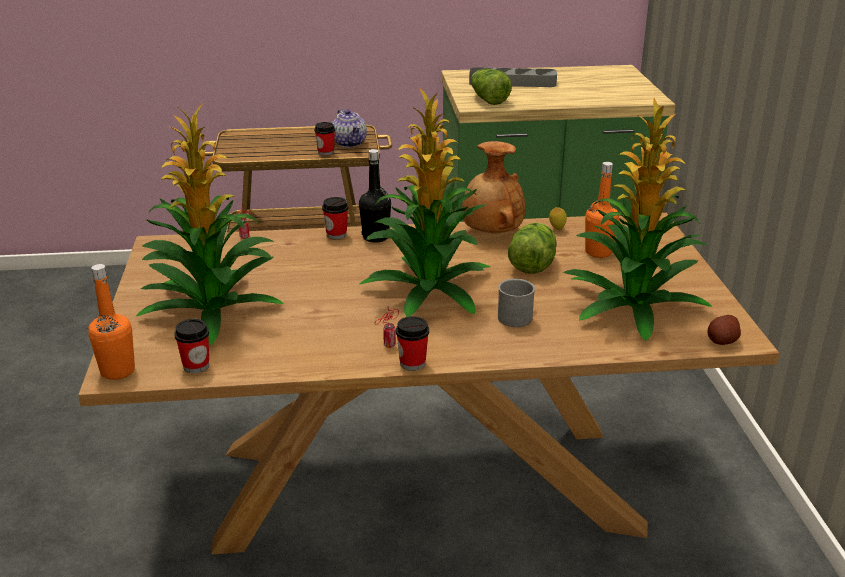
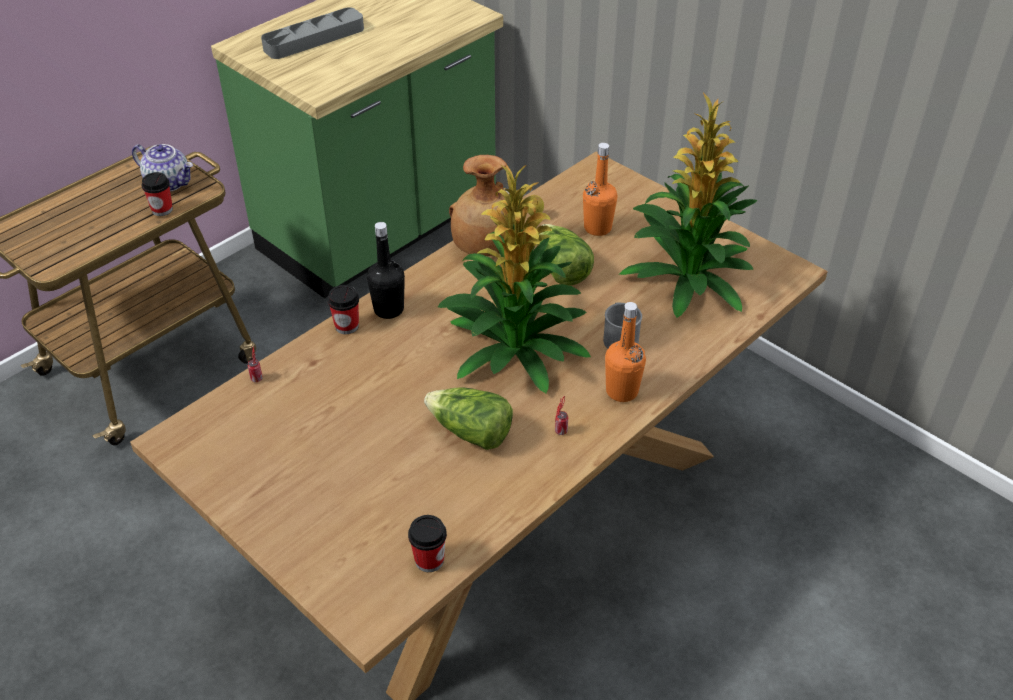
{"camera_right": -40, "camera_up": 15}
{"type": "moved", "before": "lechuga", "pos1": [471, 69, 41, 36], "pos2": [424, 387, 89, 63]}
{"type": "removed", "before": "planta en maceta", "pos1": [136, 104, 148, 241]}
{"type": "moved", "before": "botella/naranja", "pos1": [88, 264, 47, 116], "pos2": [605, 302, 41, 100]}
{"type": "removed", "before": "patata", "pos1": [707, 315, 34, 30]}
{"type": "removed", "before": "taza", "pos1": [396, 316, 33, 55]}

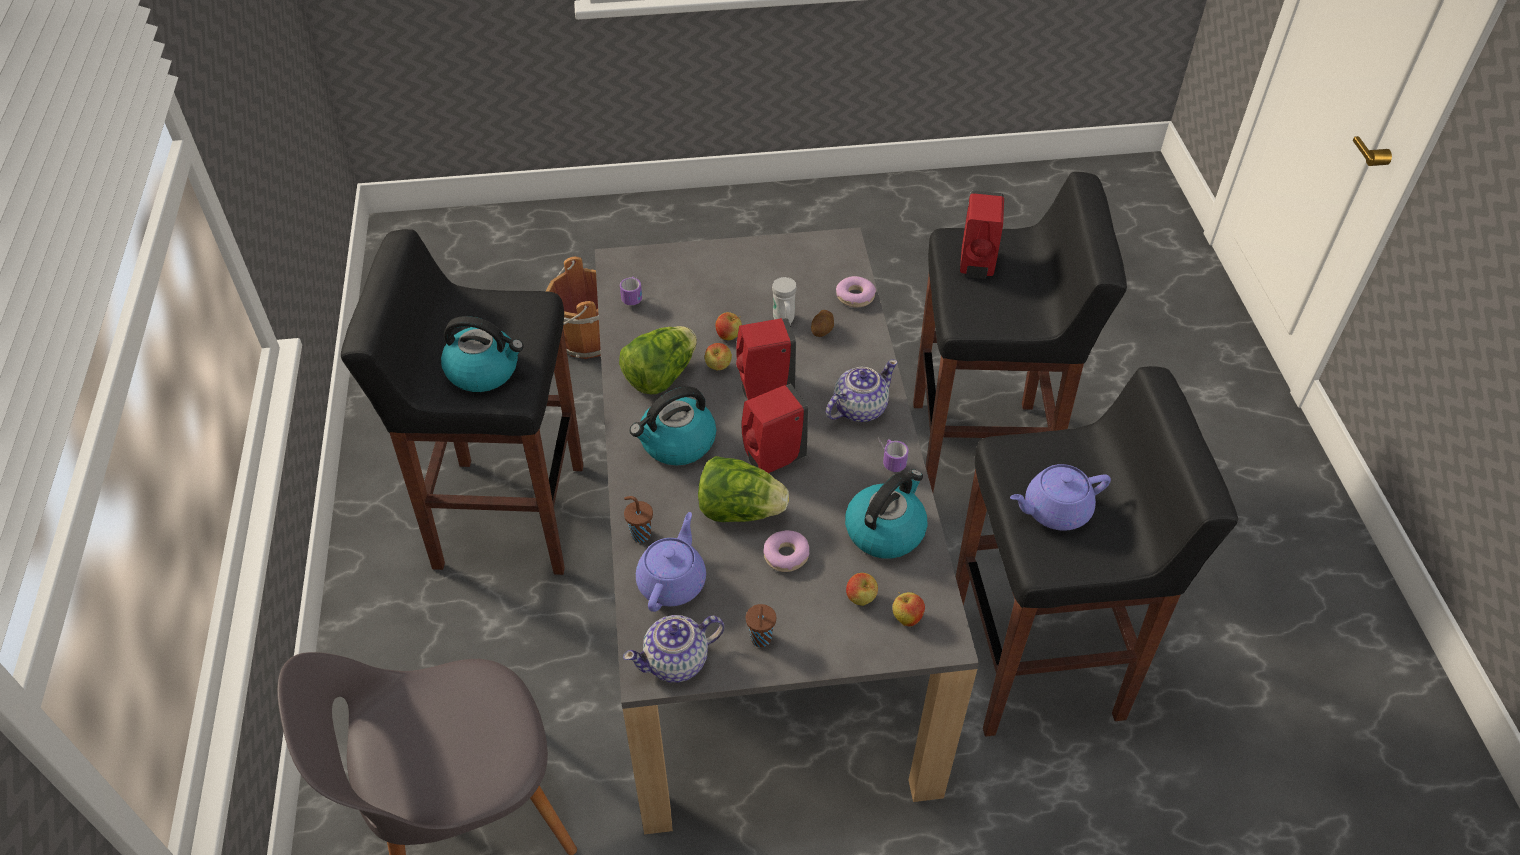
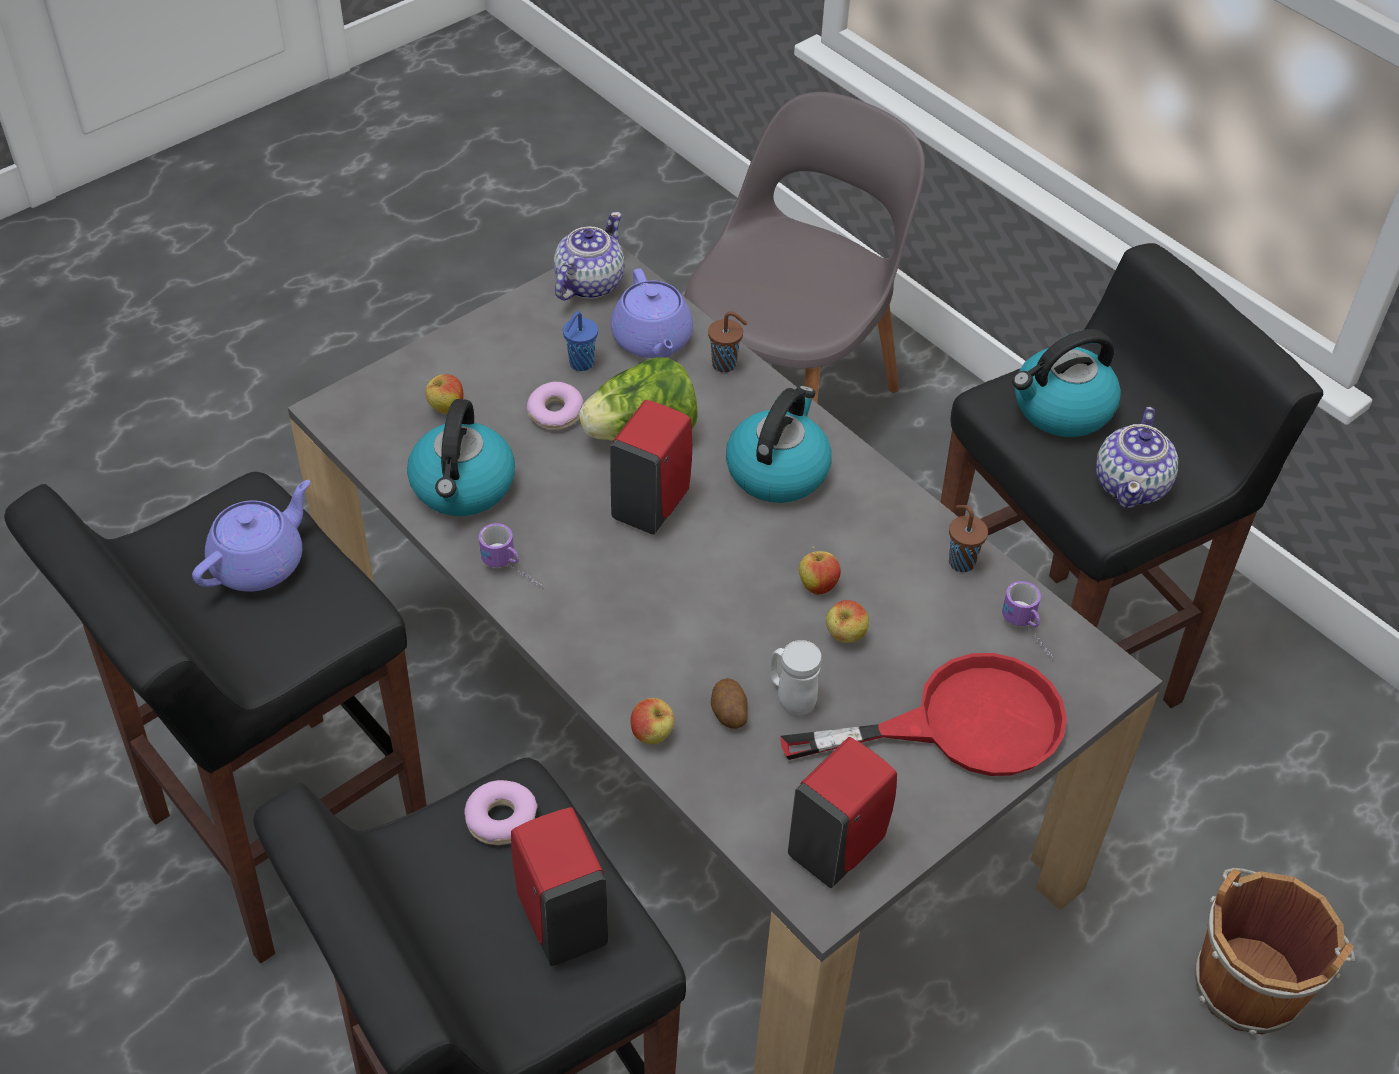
{"camera_right": 145, "camera_up": 0}
{"type": "moved", "before": "rosquilla", "pos1": [836, 276, 40, 31], "pos2": [464, 780, 74, 65]}
{"type": "moved", "before": "dispensador de jabón/rojo", "pos1": [736, 318, 60, 82], "pos2": [788, 737, 109, 151]}
{"type": "removed", "before": "lechuga", "pos1": [619, 326, 78, 68]}
{"type": "moved", "before": "tetera", "pos1": [826, 359, 72, 63], "pos2": [1096, 407, 82, 101]}
{"type": "moved", "before": "manzana", "pos1": [892, 592, 33, 35], "pos2": [630, 698, 44, 46]}
{"type": "moved", "before": "taza/marrón", "pos1": [746, 604, 30, 43], "pos2": [949, 505, 39, 67]}
{"type": "added", "after": "taza/azul", "pos2": [563, 311, 35, 60]}
{"type": "added", "after": "sartén/rojo", "pos2": [780, 653, 287, 123]}

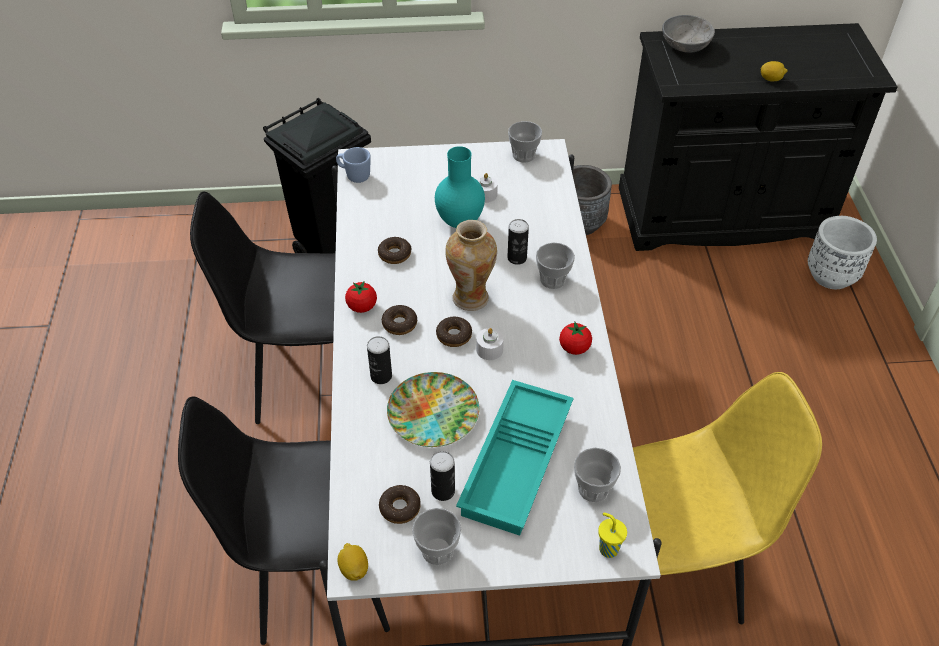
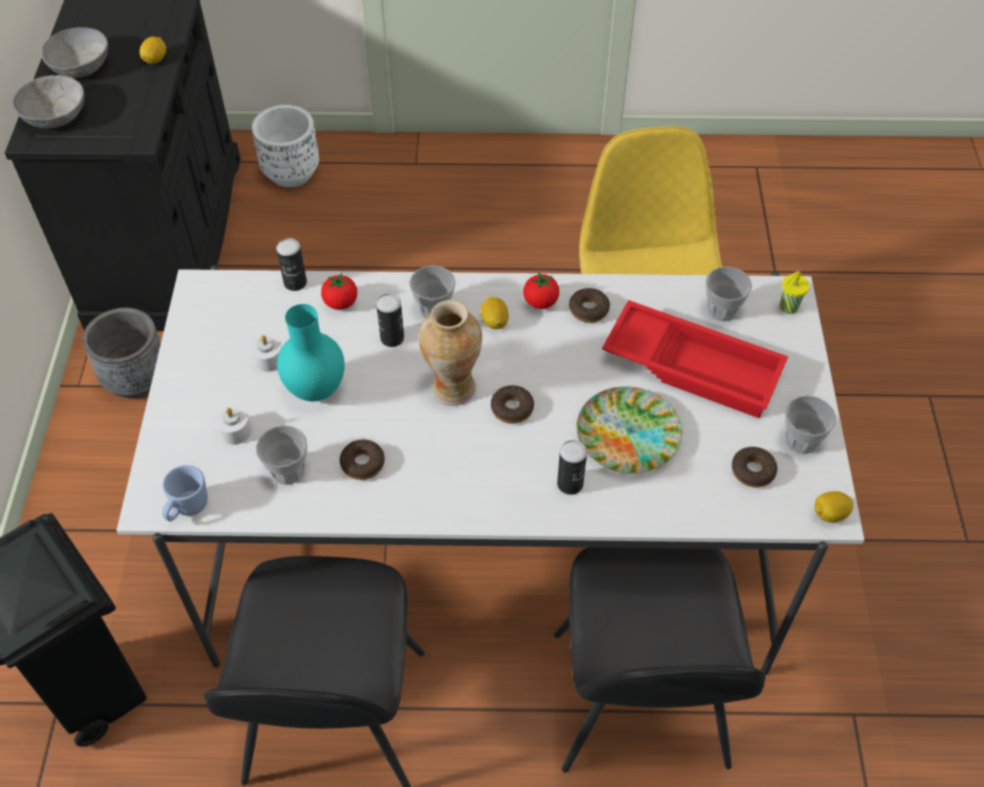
{"camera_right": -85, "camera_up": 5}
{"type": "moved", "before": "taza", "pos1": [508, 121, 34, 42], "pos2": [256, 425, 51, 60]}
{"type": "moved", "before": "tomate", "pos1": [345, 281, 32, 32], "pos2": [321, 273, 36, 37]}
{"type": "moved", "before": "rosquilla", "pos1": [382, 305, 35, 30], "pos2": [569, 288, 41, 35]}
{"type": "moved", "before": "vela/blanco", "pos1": [476, 328, 28, 32], "pos2": [215, 406, 37, 39]}
{"type": "recoloured", "before": "bandeja/turquesa", "after": "bandeja/rojo", "pos1": [456, 380, 118, 156], "pos2": [602, 300, 186, 118]}
{"type": "moved", "before": "lata", "pos1": [430, 451, 25, 50], "pos2": [276, 238, 31, 53]}
{"type": "added", "after": "cuenco/gris", "pos2": [41, 27, 67, 51]}
{"type": "added", "after": "limón", "pos2": [481, 296, 28, 33]}

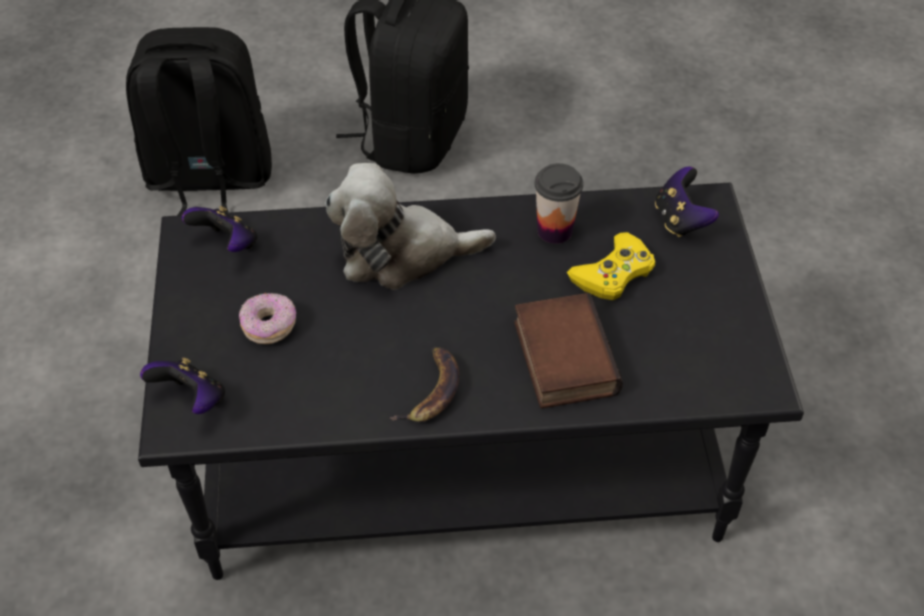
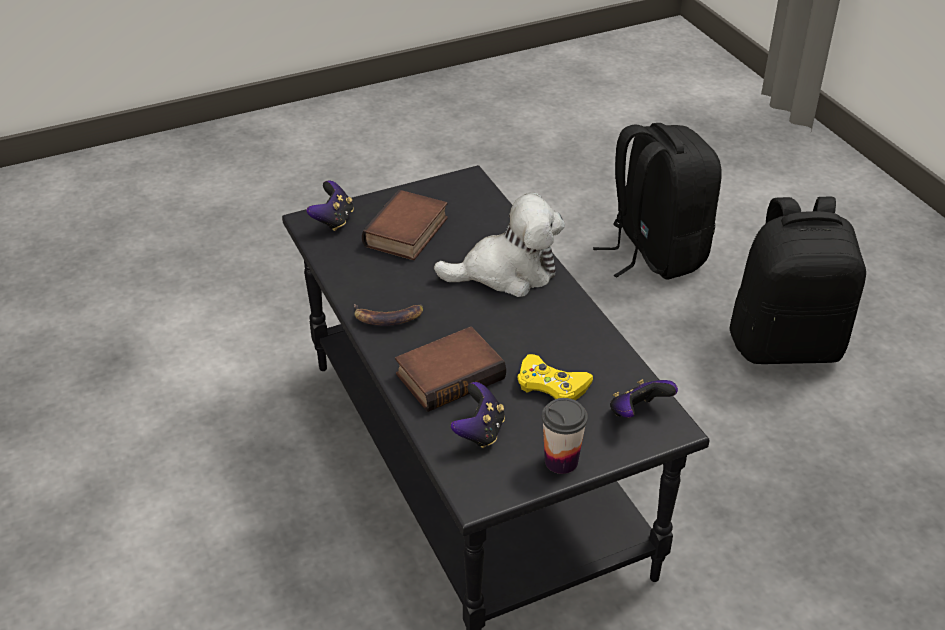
{"camera_right": 70, "camera_up": -10}
{"type": "turned", "before": "peluche", "pos1": [325, 163, 171, 127], "pos2": [434, 192, 131, 105], "turn": 105}
{"type": "moved", "before": "taza", "pos1": [534, 163, 49, 81], "pos2": [542, 398, 46, 76]}
{"type": "moved", "before": "mando de consola", "pos1": [182, 206, 75, 46], "pos2": [451, 382, 54, 66]}
{"type": "replaced", "before": "rosquilla", "after": "libro", "pos1": [239, 293, 57, 51], "pos2": [362, 190, 86, 70]}

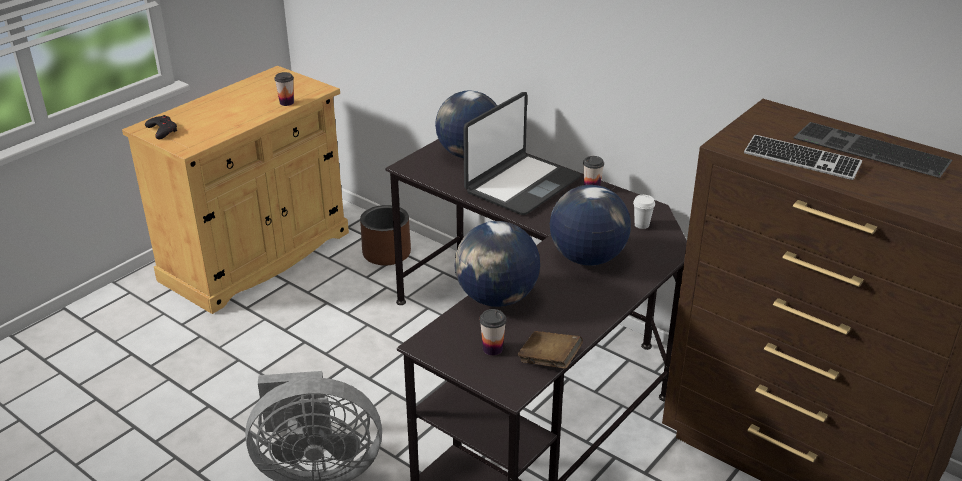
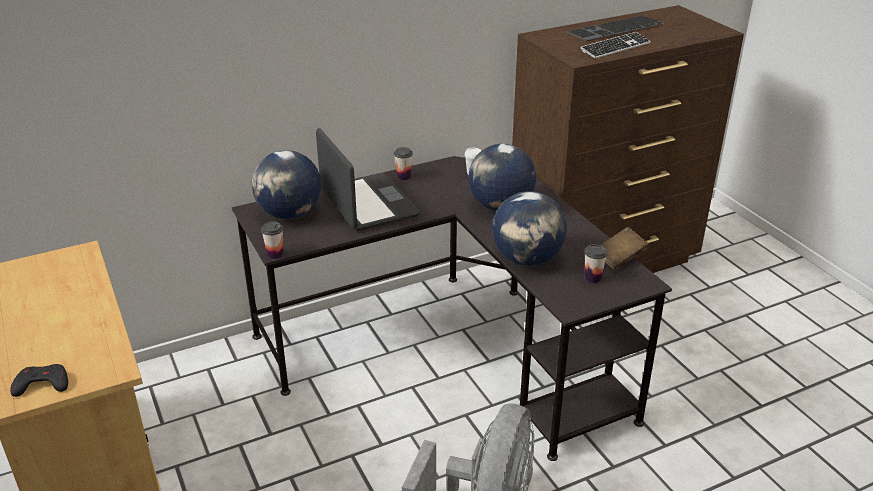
{"camera_right": -65, "camera_up": 0}
{"type": "moved", "before": "taza", "pos1": [274, 72, 20, 34], "pos2": [261, 221, 22, 38]}
{"type": "removed", "before": "maceta/marrón", "pos1": [360, 205, 51, 60]}

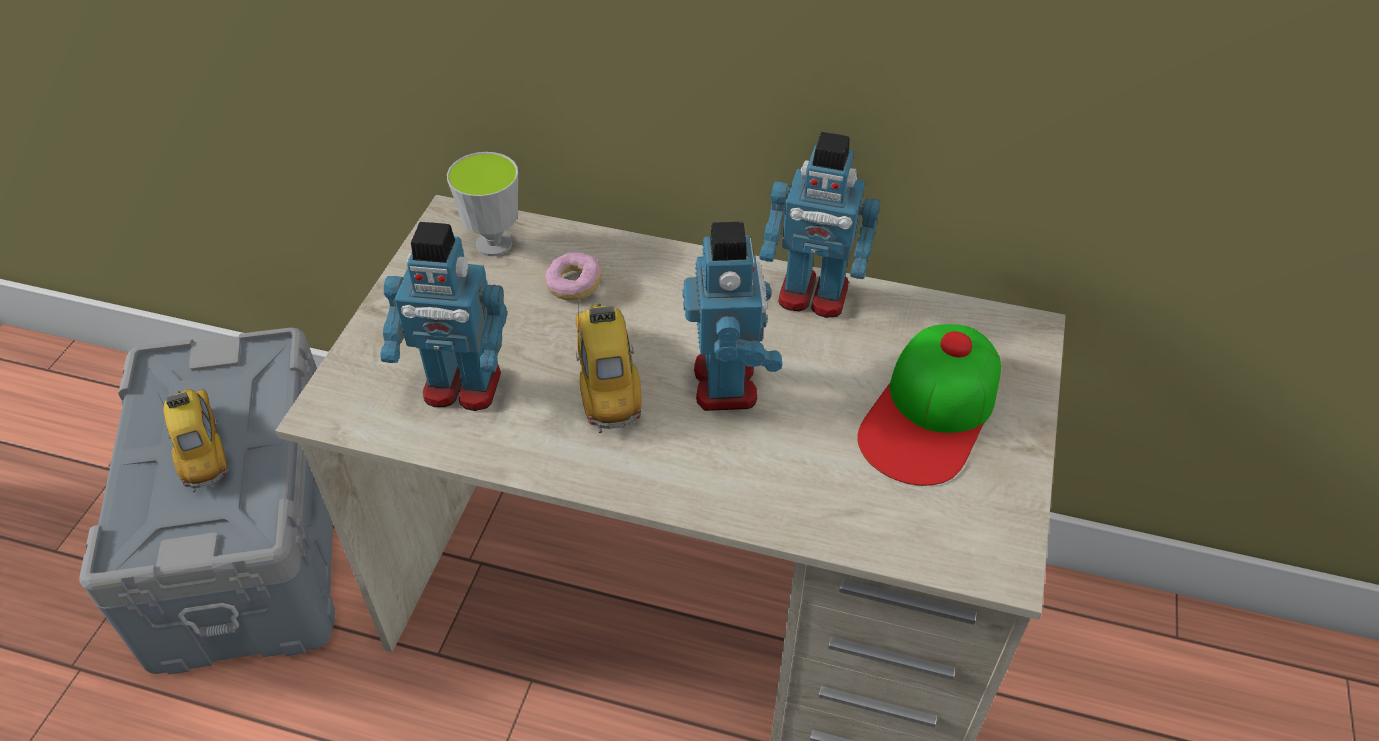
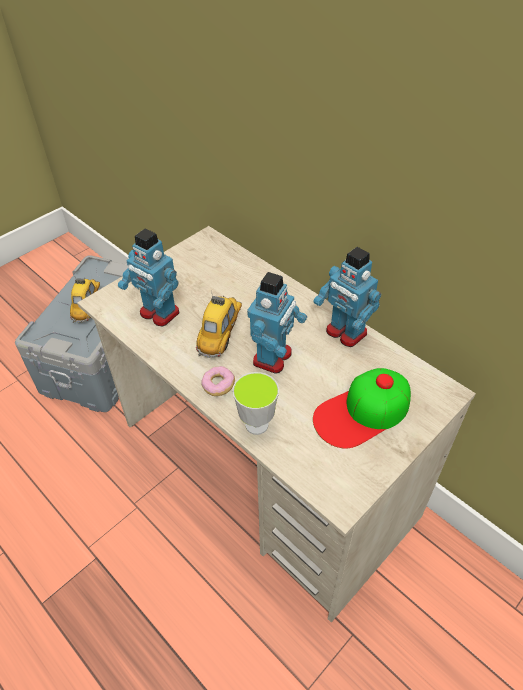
{"camera_right": 30, "camera_up": 0}
{"type": "moved", "before": "taza", "pos1": [447, 152, 71, 104], "pos2": [233, 372, 46, 63]}
{"type": "moved", "before": "rosquilla", "pos1": [545, 252, 57, 49], "pos2": [201, 366, 34, 30]}

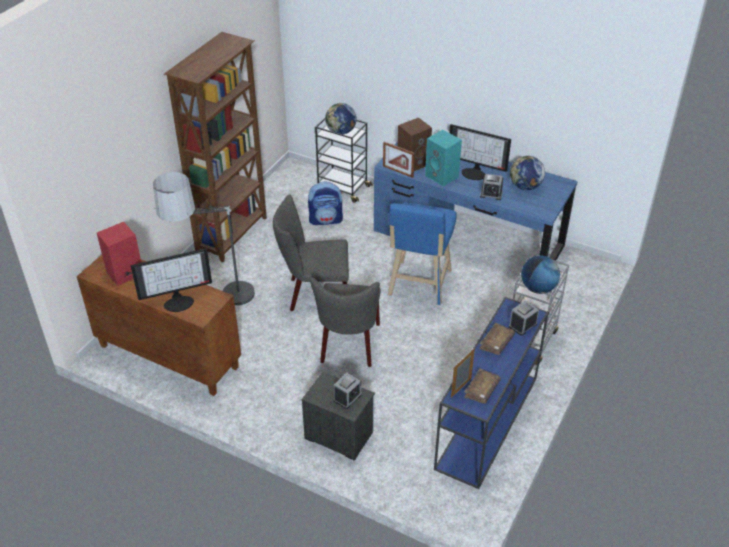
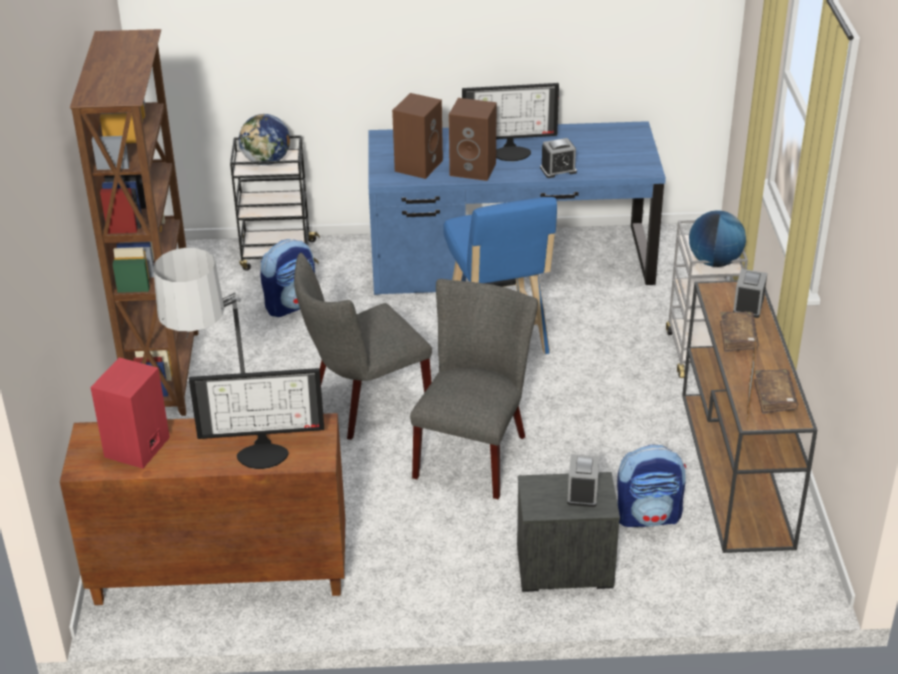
{"camera_right": -30, "camera_up": -5}
{"type": "recoloured", "before": "altavoz/turquesa", "after": "altavoz/marrón", "pos1": [425, 130, 37, 57], "pos2": [449, 98, 48, 83]}
{"type": "removed", "before": "portarretratos", "pos1": [383, 142, 32, 36]}
{"type": "removed", "before": "globo terráqueo", "pos1": [510, 156, 35, 34]}
{"type": "turned", "before": "monitor", "pos1": [131, 248, 81, 64], "pos2": [189, 368, 135, 101], "turn": 45}
{"type": "turned", "before": "silla/gris", "pos1": [310, 277, 71, 90], "pos2": [410, 279, 128, 220], "turn": -135}
{"type": "recoloured", "before": "mesa consola/azul", "after": "mesa consola/marrón", "pos1": [434, 297, 115, 192], "pos2": [682, 280, 135, 273]}
{"type": "added", "after": "mochila", "pos2": [617, 445, 69, 82]}

